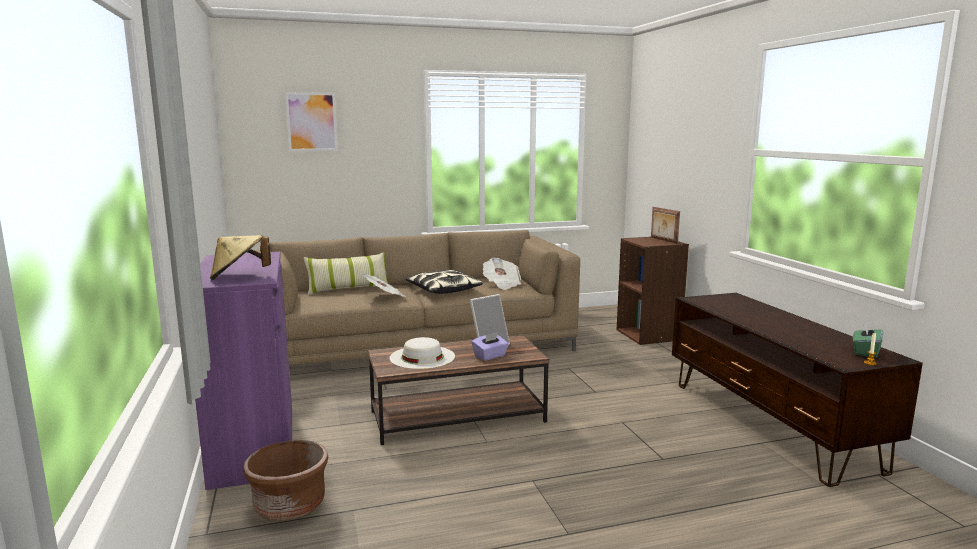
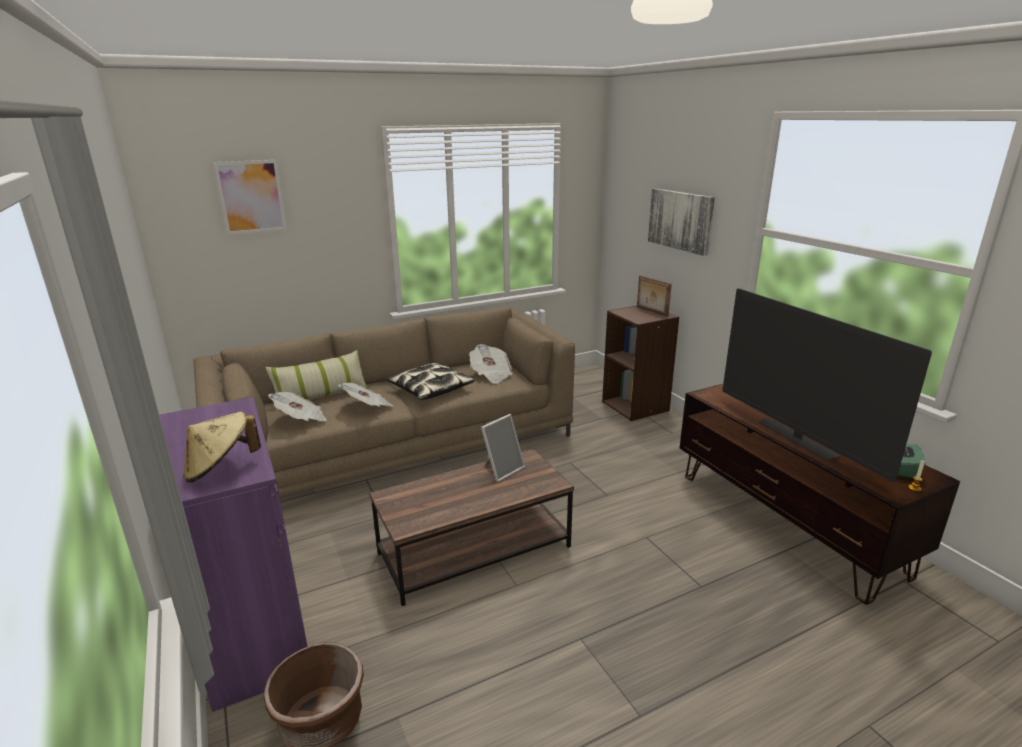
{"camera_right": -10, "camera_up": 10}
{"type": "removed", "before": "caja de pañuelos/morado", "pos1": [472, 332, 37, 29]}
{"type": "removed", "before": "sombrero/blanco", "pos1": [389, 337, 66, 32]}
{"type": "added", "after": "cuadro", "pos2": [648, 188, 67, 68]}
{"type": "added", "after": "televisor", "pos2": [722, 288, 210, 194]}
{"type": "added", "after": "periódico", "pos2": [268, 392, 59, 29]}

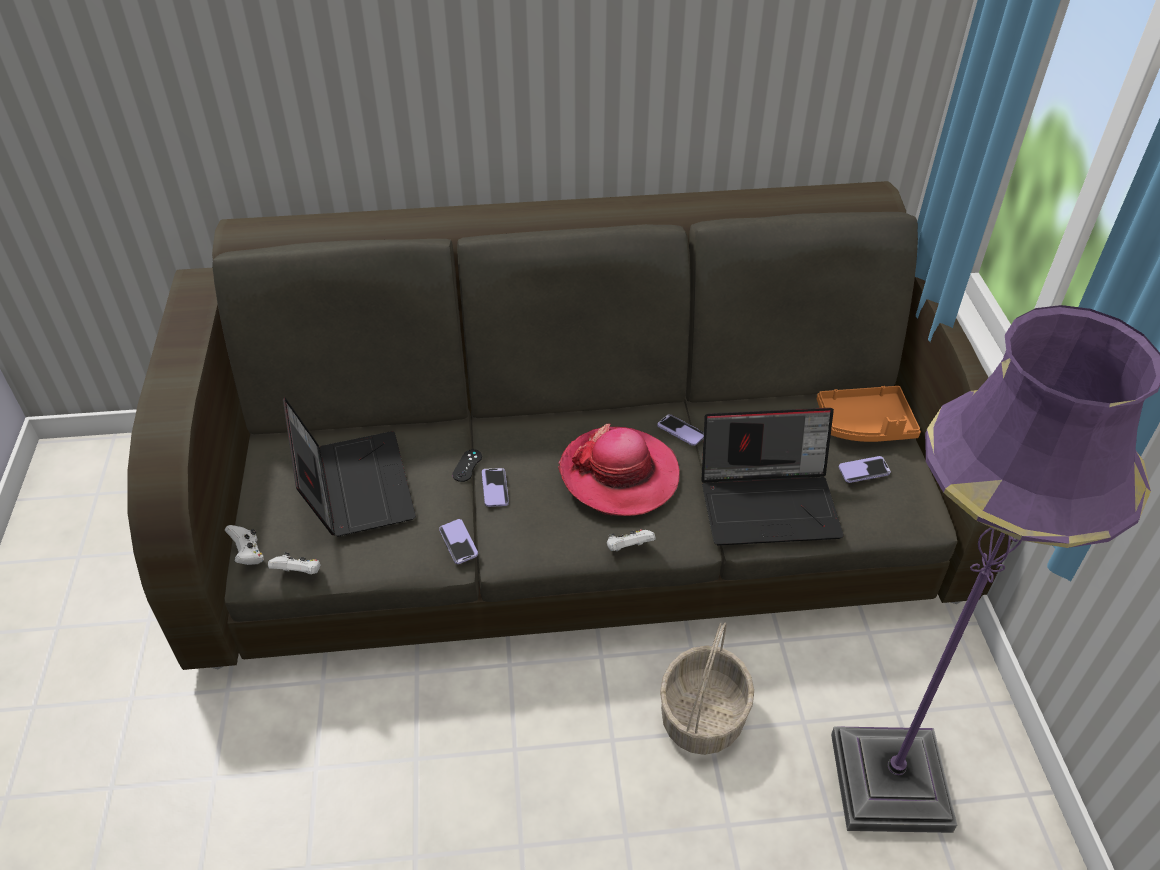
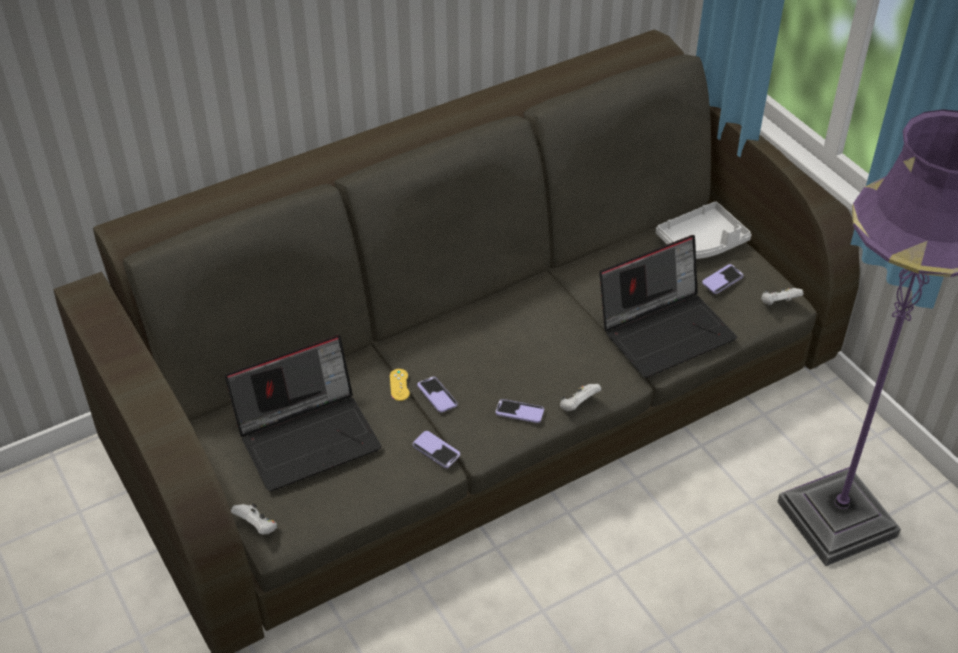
{"camera_right": -25, "camera_up": 0}
{"type": "recoloured", "before": "bandeja/naranja", "after": "bandeja/gris", "pos1": [817, 386, 104, 56], "pos2": [656, 201, 96, 58]}
{"type": "turned", "before": "portátil", "pos1": [283, 397, 133, 139], "pos2": [225, 335, 157, 156], "turn": 105}
{"type": "moved", "before": "móvil", "pos1": [657, 414, 47, 32], "pos2": [495, 399, 49, 24]}
{"type": "removed", "before": "sombrero", "pos1": [558, 424, 122, 92]}
{"type": "recoloured", "before": "mando de consola/negro", "after": "mando de consola/amarillo", "pos1": [452, 449, 30, 33], "pos2": [390, 369, 20, 32]}
{"type": "moved", "before": "mando de consola/blanco", "pos1": [268, 552, 53, 23], "pos2": [761, 288, 42, 17]}
{"type": "removed", "before": "cesta", "pos1": [660, 622, 94, 133]}

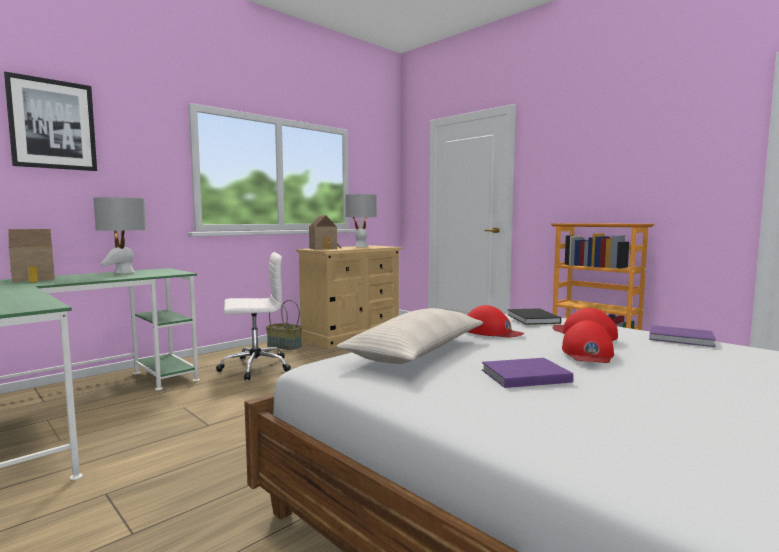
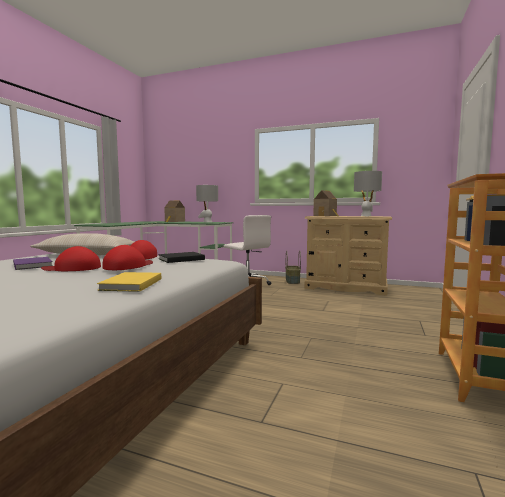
{"camera_right": 65, "camera_up": 0}
{"type": "removed", "before": "cuadro", "pos1": [4, 72, 93, 99]}
{"type": "recoloured", "before": "libro/morado", "after": "libro/amarillo", "pos1": [649, 325, 67, 22], "pos2": [97, 272, 64, 20]}

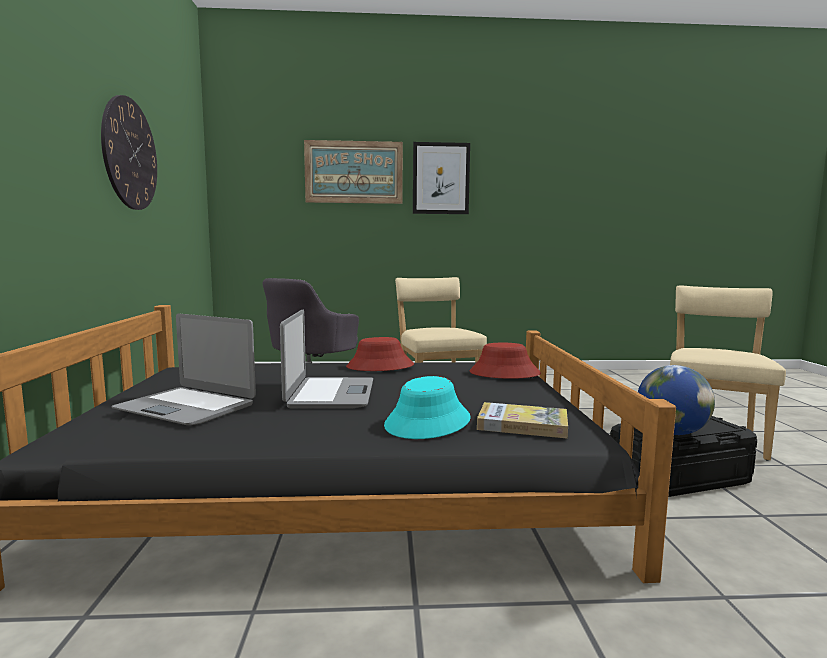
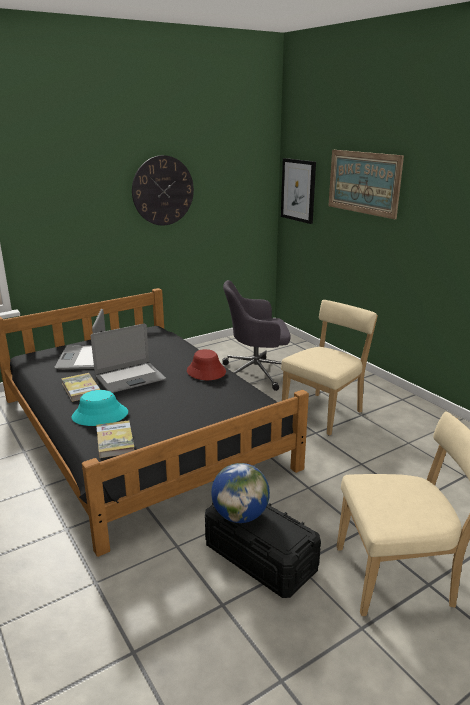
{"camera_right": 60, "camera_up": 15}
{"type": "moved", "before": "cuadro", "pos1": [413, 142, 57, 72], "pos2": [281, 158, 35, 66]}
{"type": "removed", "before": "sombrero/rojo", "pos1": [469, 343, 72, 36]}
{"type": "added", "after": "libro", "pos2": [61, 373, 39, 29]}

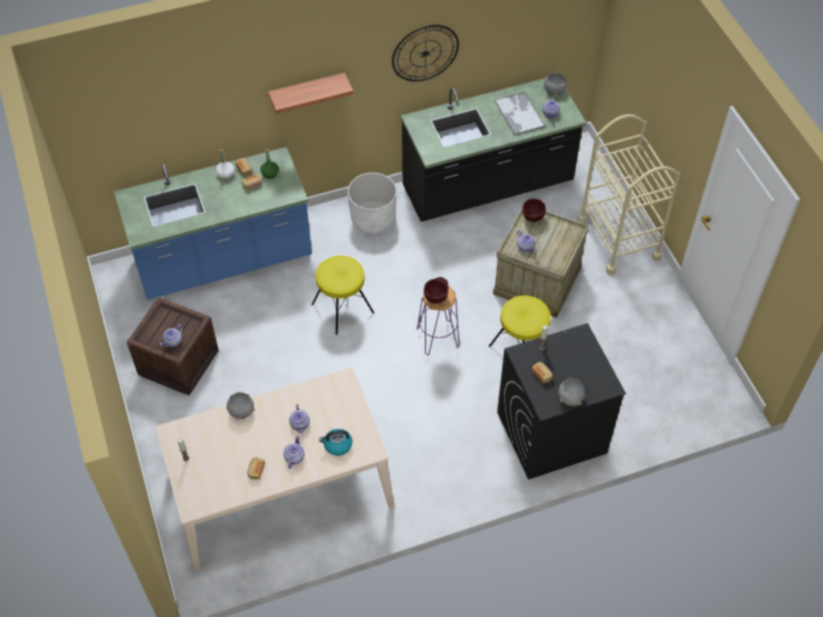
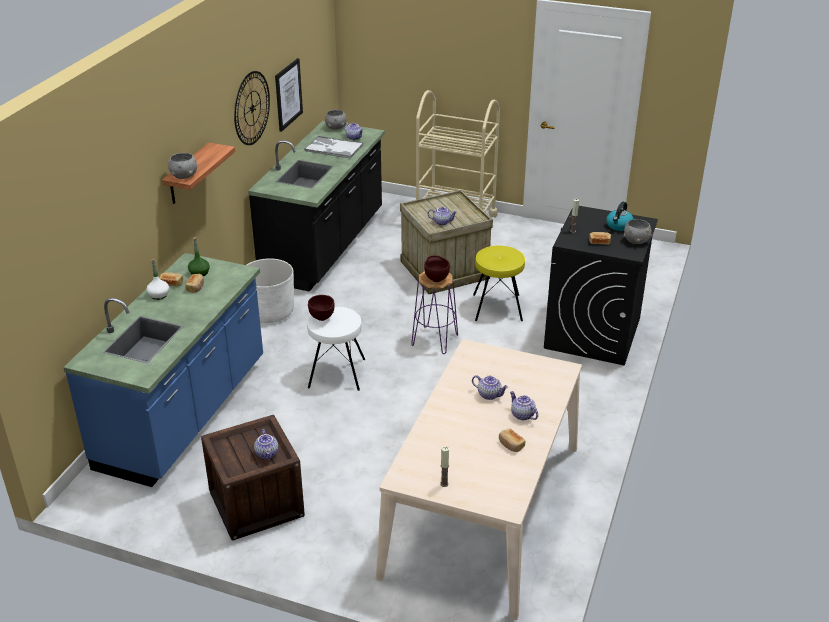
{"camera_right": -50, "camera_up": -20}
{"type": "moved", "before": "cuenco/marrón", "pos1": [522, 198, 24, 24], "pos2": [308, 295, 27, 26]}
{"type": "recoloured", "before": "taburete/amarillo", "after": "taburete/blanco", "pos1": [311, 256, 63, 79], "pos2": [307, 306, 58, 85]}
{"type": "moved", "before": "cuenco/gris", "pos1": [227, 392, 28, 28], "pos2": [168, 153, 29, 26]}
{"type": "moved", "before": "hervidor", "pos1": [319, 429, 33, 27], "pos2": [607, 202, 27, 29]}
{"type": "added", "after": "cuadro", "pos2": [275, 58, 28, 74]}

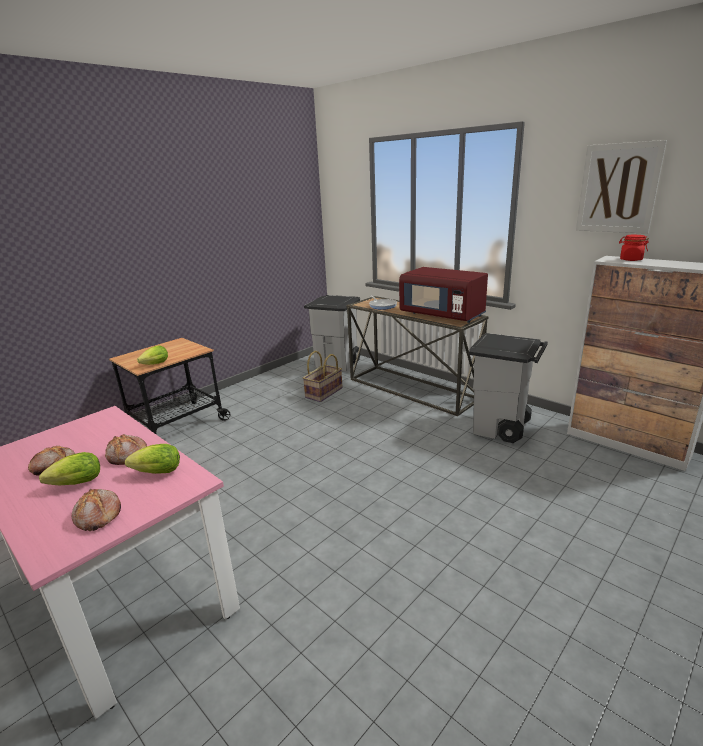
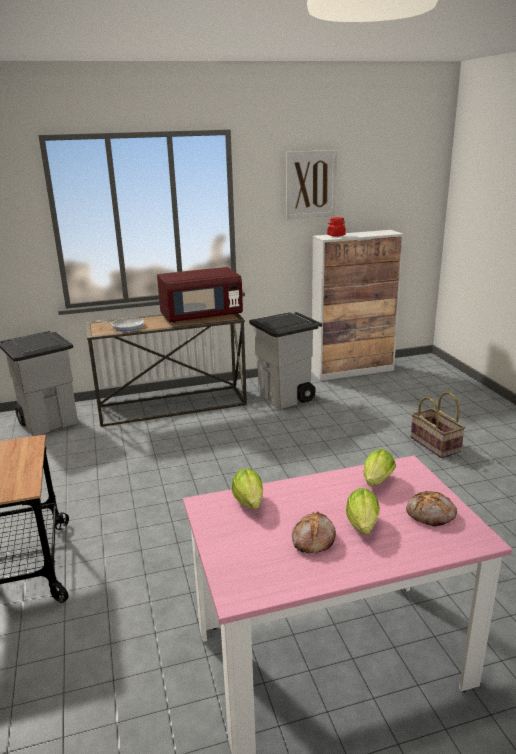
{"camera_right": -60, "camera_up": 0}
{"type": "moved", "before": "lechuga", "pos1": [137, 345, 31, 20], "pos2": [232, 468, 31, 41]}
{"type": "moved", "before": "cesta", "pos1": [303, 351, 40, 51], "pos2": [411, 392, 54, 66]}
{"type": "removed", "before": "pan", "pos1": [105, 434, 42, 31]}

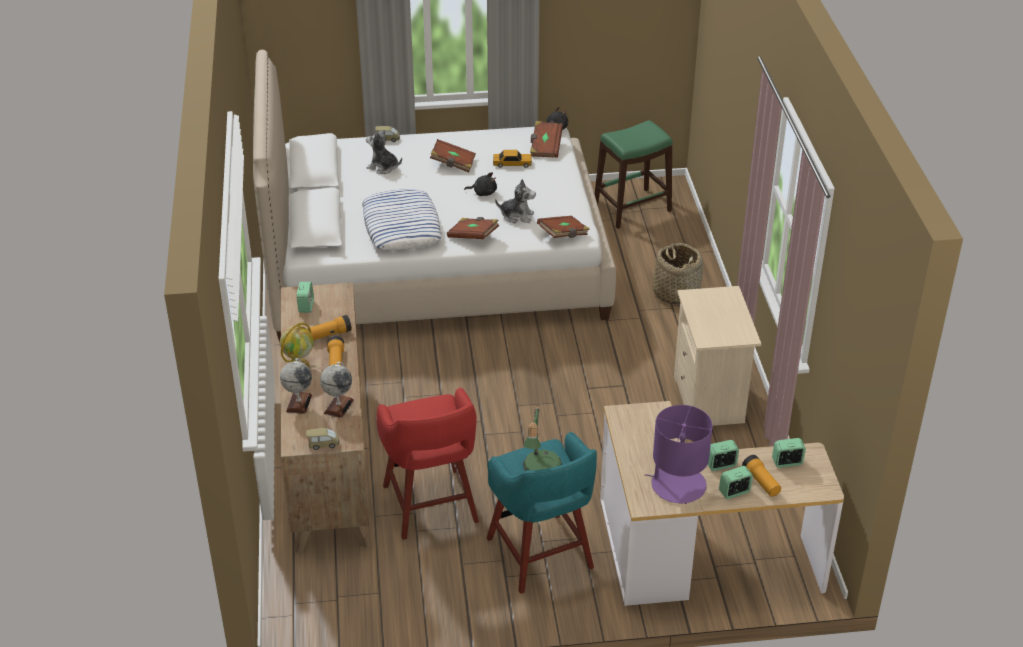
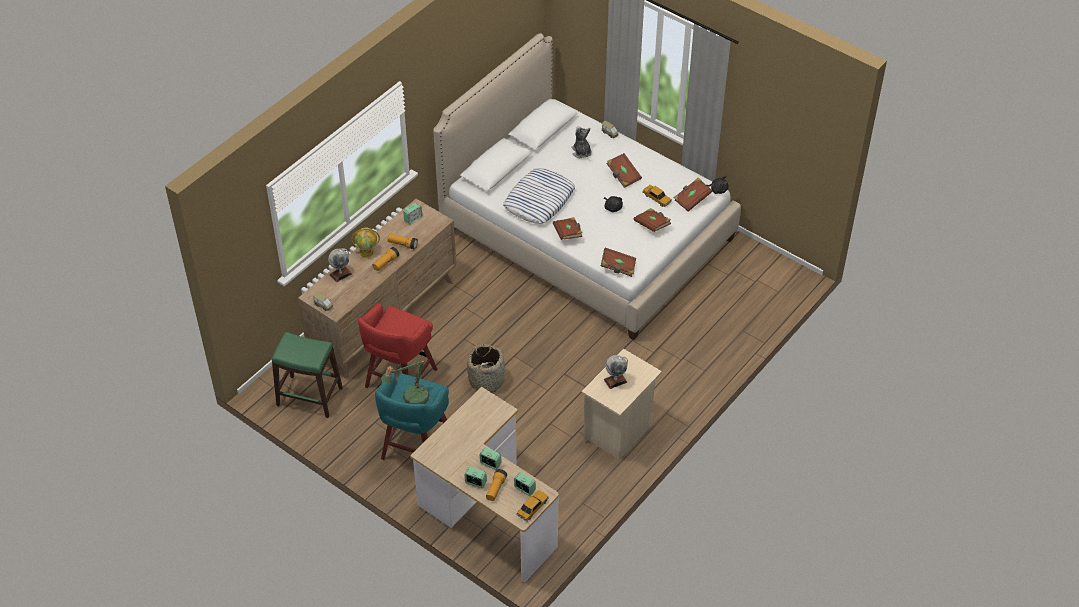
{"camera_right": 45, "camera_up": 10}
{"type": "moved", "before": "taburete/verde", "pos1": [595, 120, 78, 109], "pos2": [272, 332, 71, 86]}
{"type": "removed", "before": "peluche", "pos1": [495, 179, 41, 45]}
{"type": "moved", "before": "cesta", "pos1": [653, 243, 50, 61], "pos2": [467, 344, 38, 49]}
{"type": "moved", "before": "globo terráqueo", "pos1": [320, 362, 34, 56], "pos2": [604, 355, 24, 34]}
{"type": "removed", "before": "lámpara de mesa/morado", "pos1": [645, 405, 68, 99]}
{"type": "added", "after": "libro/marrón", "pos2": [634, 208, 37, 24]}
{"type": "added", "after": "coche de juguete", "pos2": [516, 490, 33, 32]}

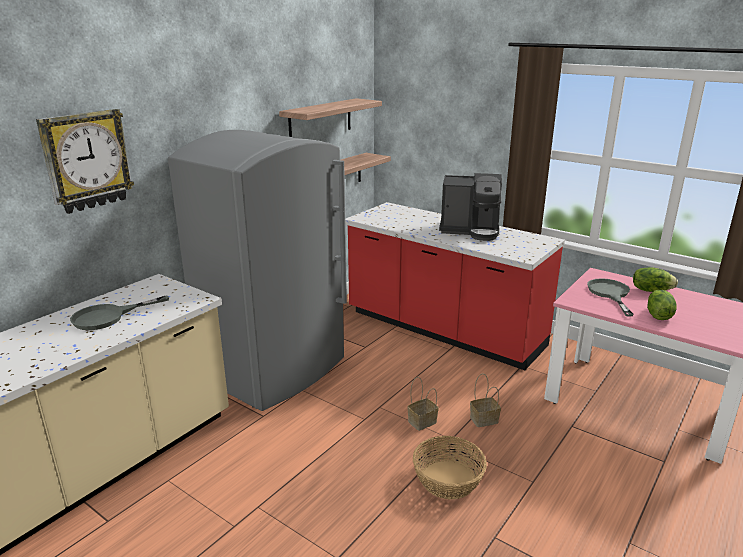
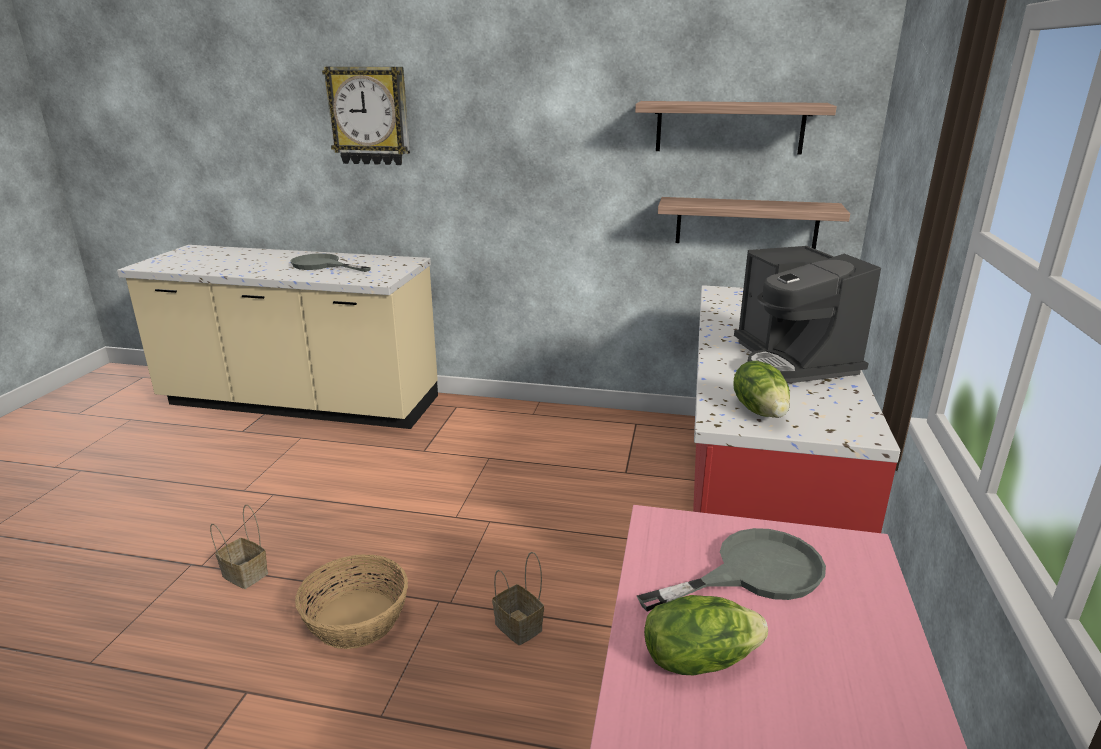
{"camera_right": 65, "camera_up": 0}
{"type": "removed", "before": "nevera/gris", "pos1": [168, 130, 179, 281]}
{"type": "moved", "before": "lechuga", "pos1": [633, 267, 45, 25], "pos2": [733, 361, 57, 57]}
{"type": "moved", "before": "cesta", "pos1": [407, 377, 32, 54], "pos2": [210, 505, 58, 84]}

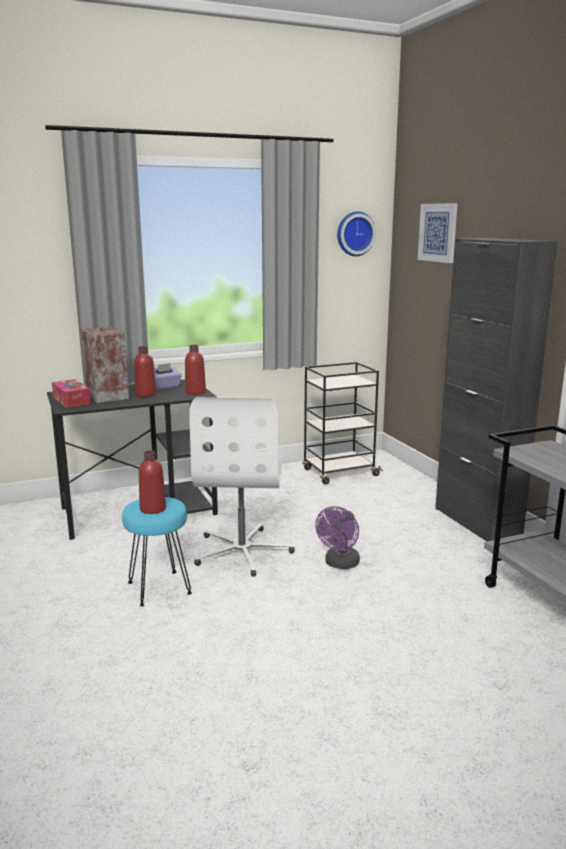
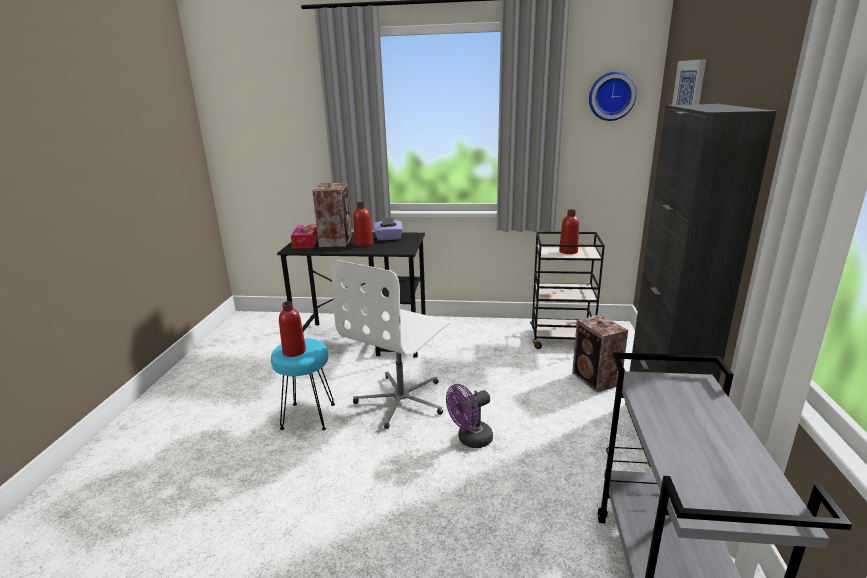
{"camera_right": 30, "camera_up": 5}
{"type": "moved", "before": "botella/rojo", "pos1": [185, 345, 21, 50], "pos2": [559, 209, 20, 45]}
{"type": "added", "after": "altavoz", "pos2": [572, 315, 56, 77]}

